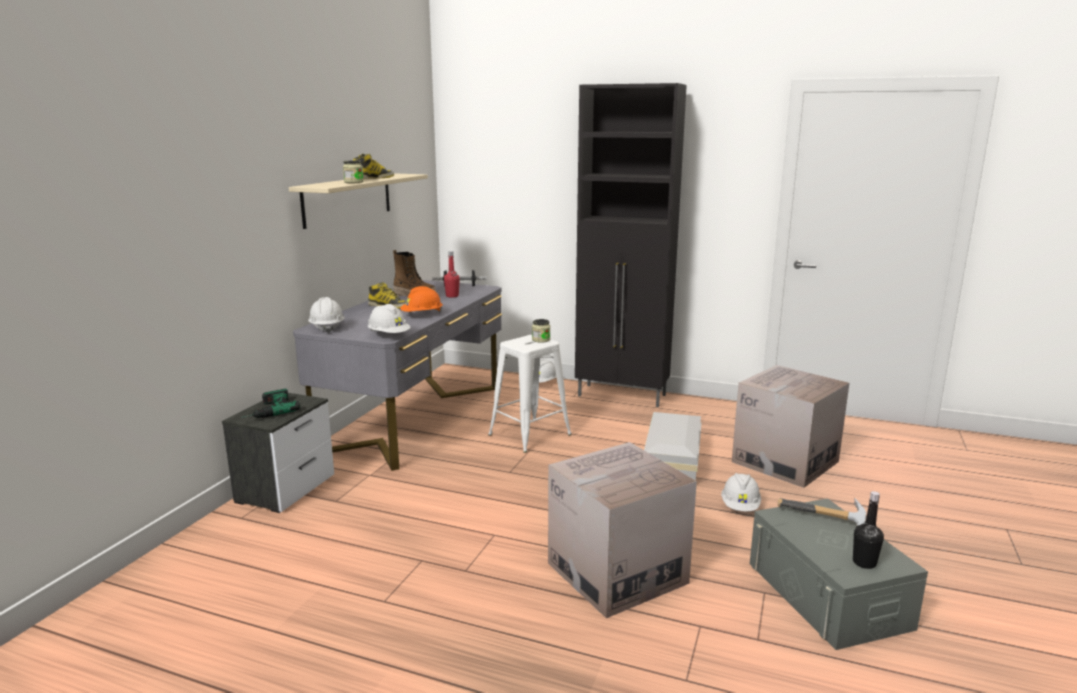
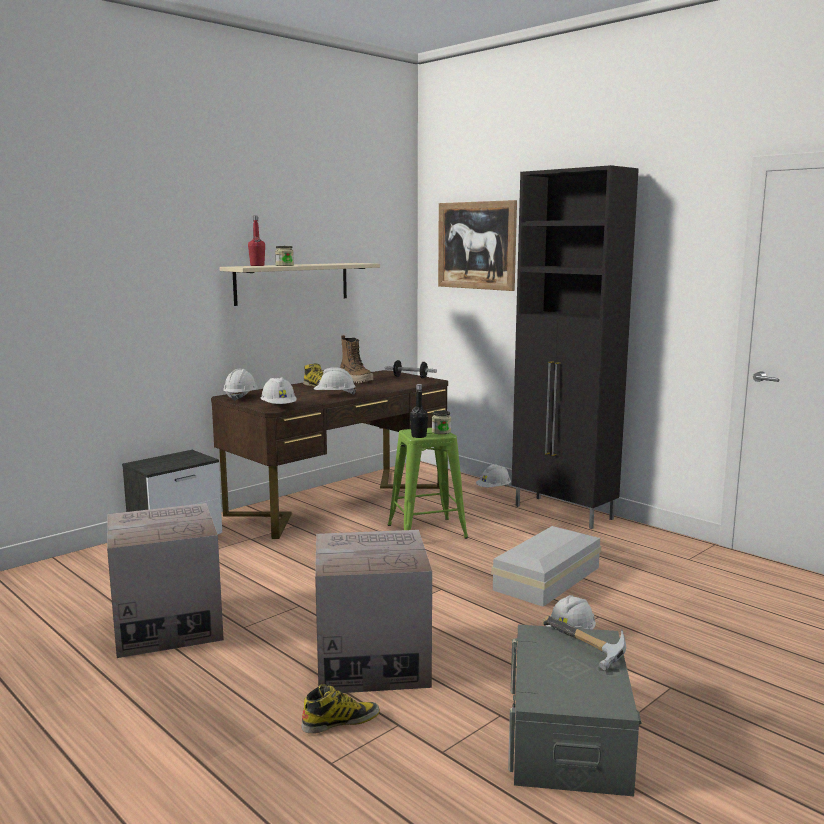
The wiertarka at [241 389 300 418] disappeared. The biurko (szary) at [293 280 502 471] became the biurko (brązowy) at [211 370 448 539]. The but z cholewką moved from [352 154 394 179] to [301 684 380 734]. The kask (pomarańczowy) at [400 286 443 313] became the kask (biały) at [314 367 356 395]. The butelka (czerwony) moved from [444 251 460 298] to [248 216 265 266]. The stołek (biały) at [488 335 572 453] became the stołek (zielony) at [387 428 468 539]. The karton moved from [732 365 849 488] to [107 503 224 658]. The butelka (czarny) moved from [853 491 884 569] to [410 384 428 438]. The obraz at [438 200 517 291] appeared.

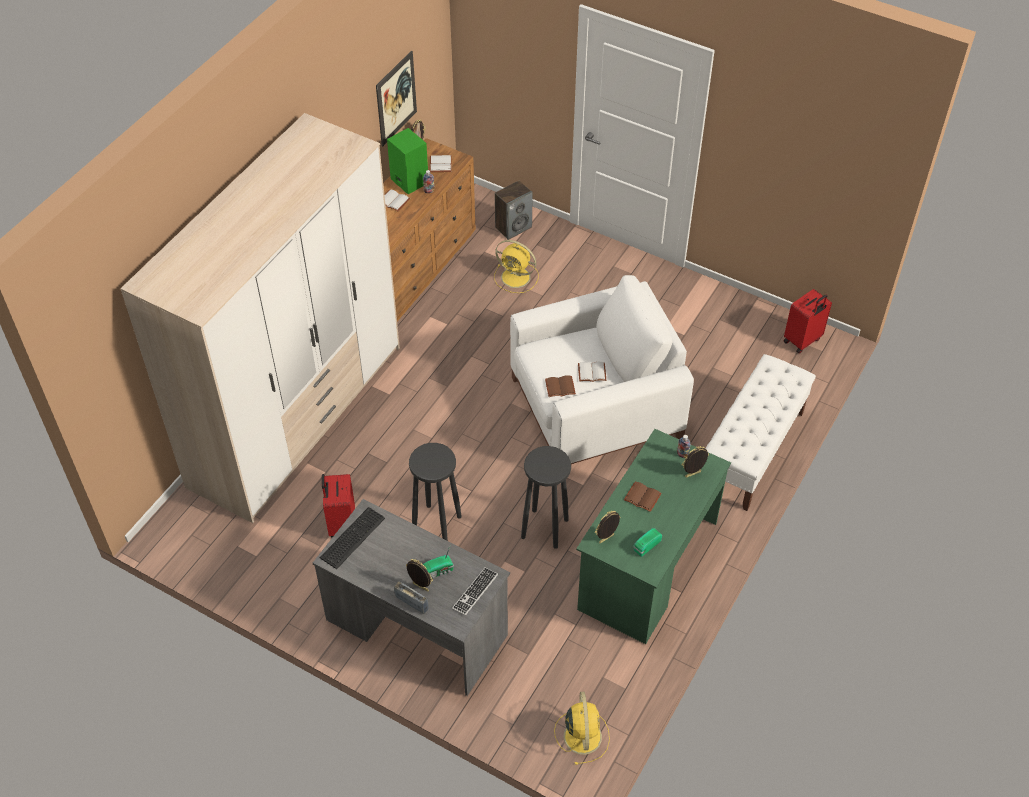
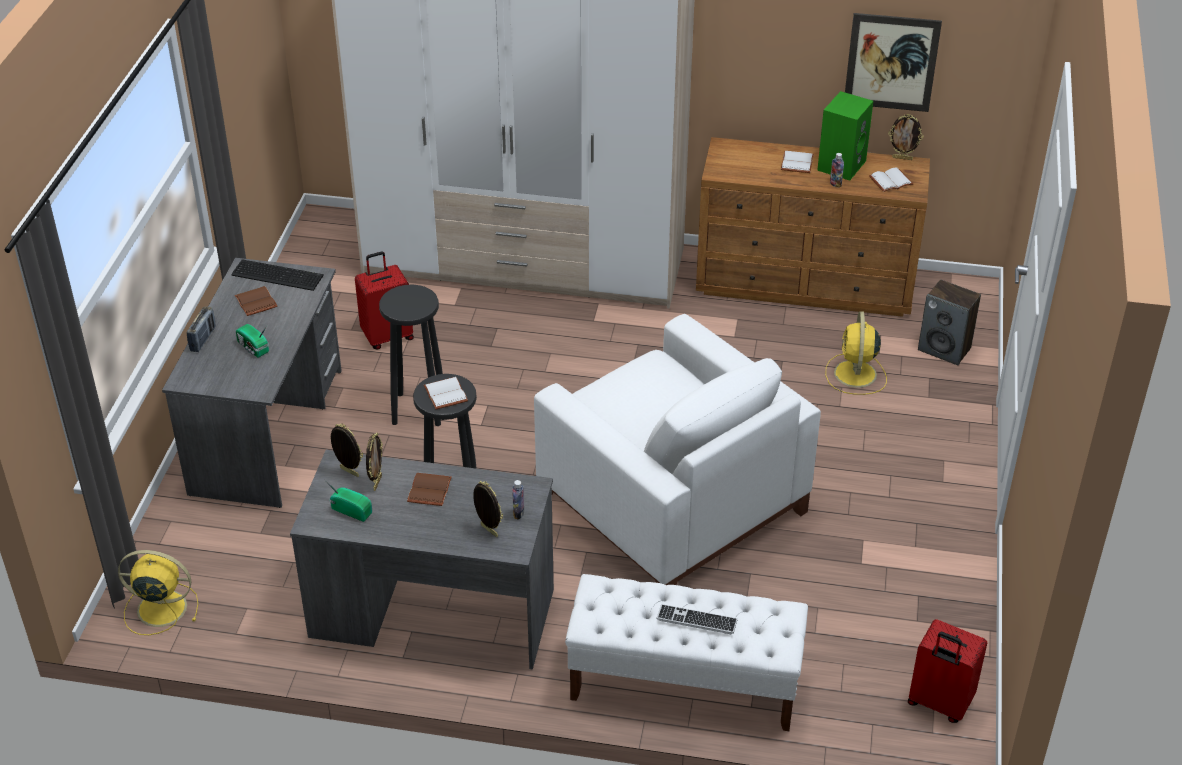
The ramka na zdjęcie moved from [406 559 433 592] to [366 432 383 491]. The klawiatura moved from [452 567 498 615] to [656 604 737 635]. The książka (brązowy) moved from [545 376 576 397] to [235 286 277 316]. The wentylator (żółty) at [554 692 610 765] turned 150 degrees counterclockwise. The biurko (zielony) at [576 429 731 644] became the biurko (szary) at [290 450 554 670]. The książka (biały) moved from [578 362 606 382] to [424 377 468 409].

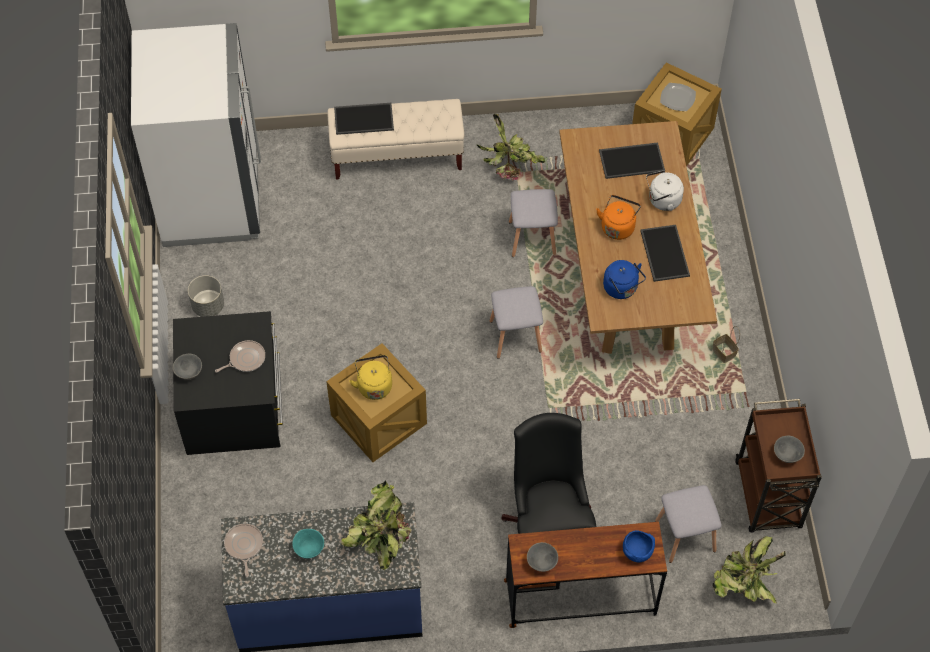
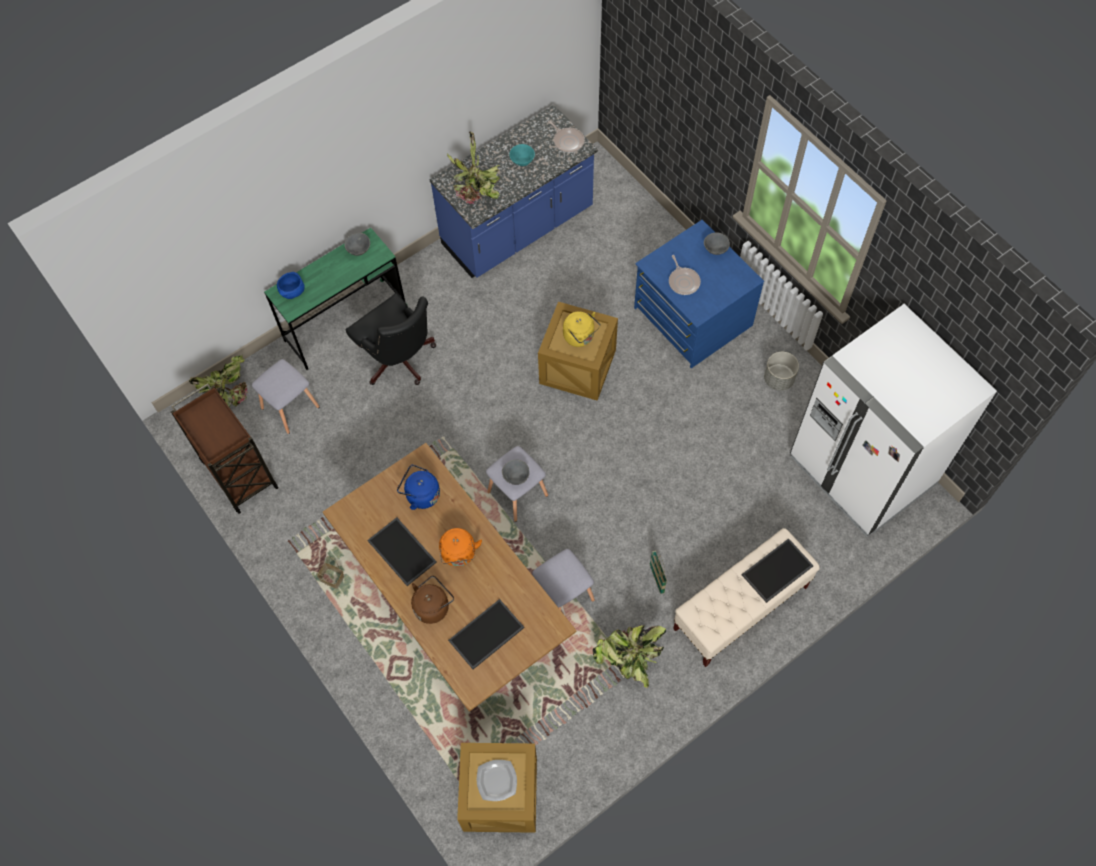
The komoda (czarny) at [173 311 283 455] became the komoda (niebieski) at [634 220 764 368]. The patelnia at [215 340 265 373] turned 45 degrees counterclockwise. The biurko (brązowy) at [504 522 667 628] became the biurko (zielony) at [264 227 406 370]. The czajnik (biały) at [646 170 684 211] became the czajnik (brązowy) at [411 576 454 624]. The miska (szary) moved from [774 436 805 463] to [502 459 530 485]. The koszyk at [650 551 667 594] appeared.

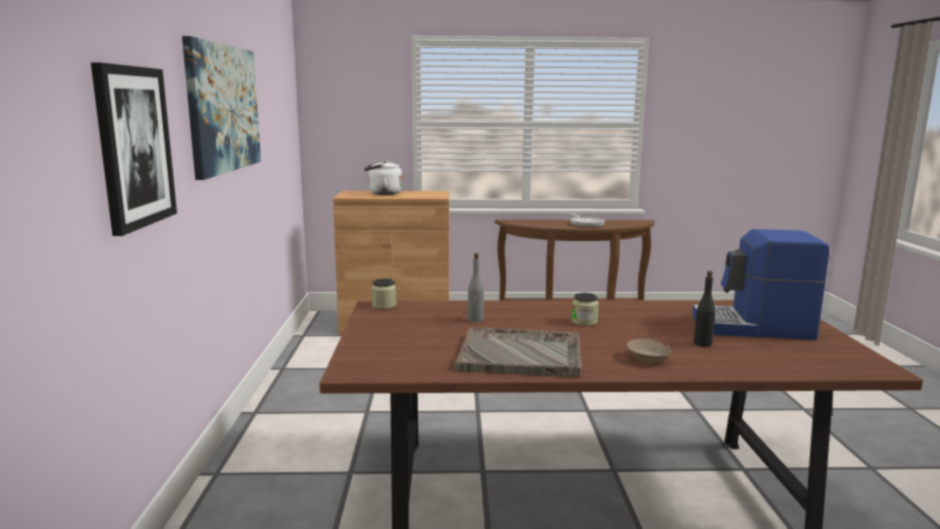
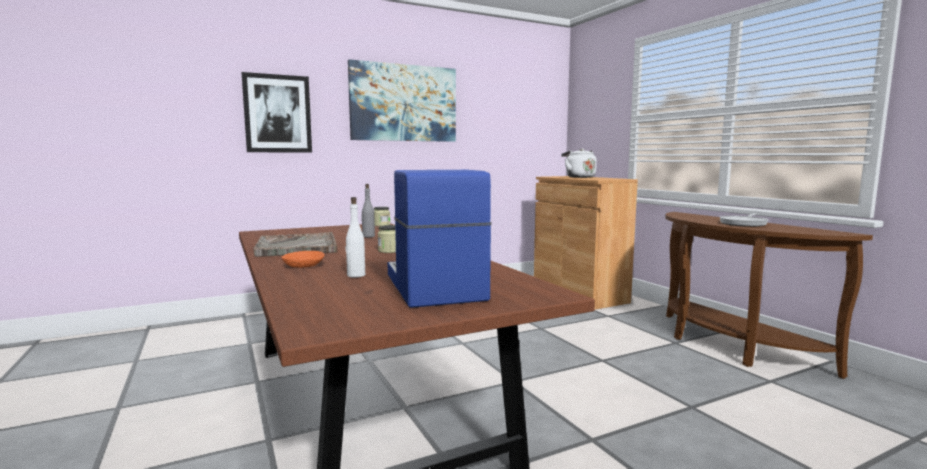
The miska (beżowy) at [627 339 671 363] became the miska (pomarańczowy) at [281 251 324 268]. The butelka (czarny) at [694 271 715 347] became the butelka (biały) at [345 197 365 277].

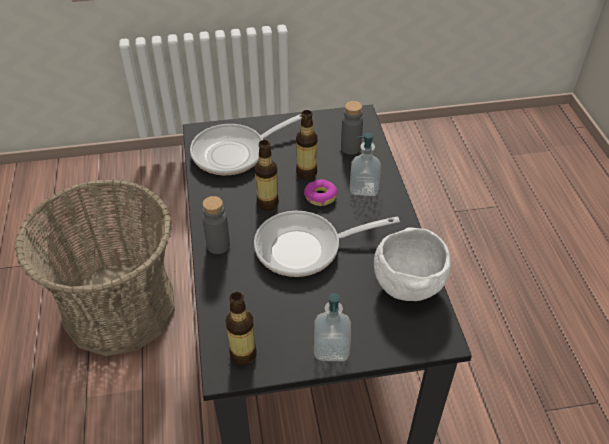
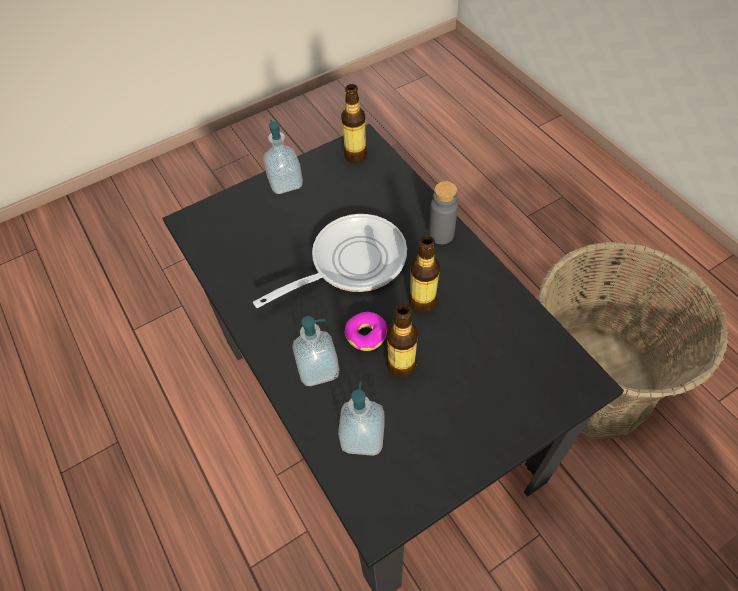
The patelnia at [190 114 302 175] disappeared. The butelka (szary) at [341 101 363 155] was replaced by the dozownik mydła at [338 381 385 456]. The miska (biały) at [374 227 451 301] disappeared.

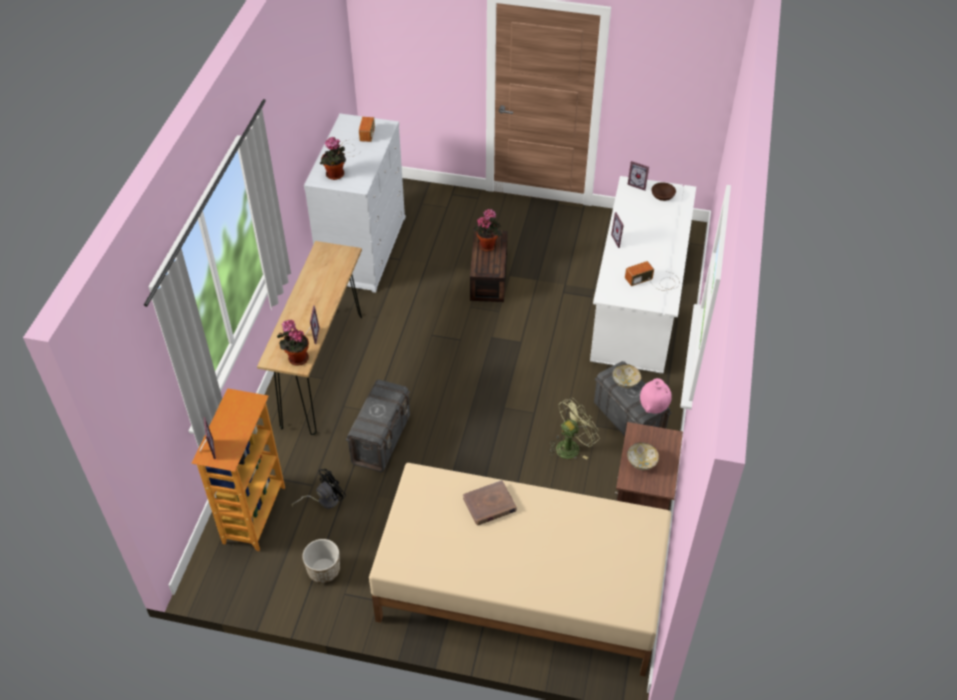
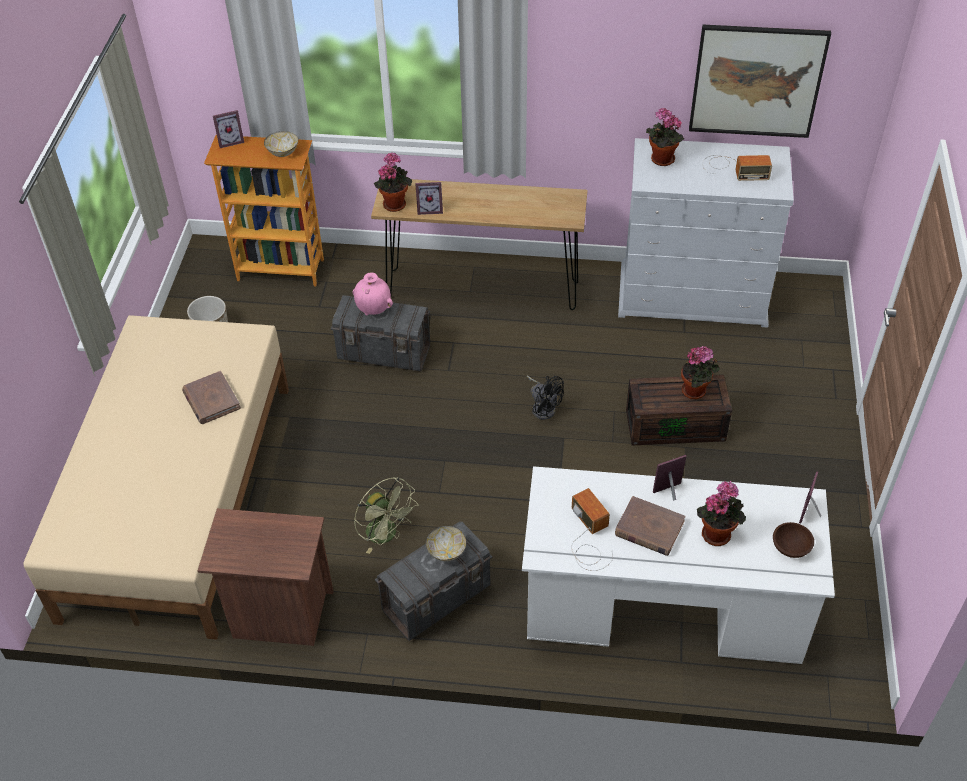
The wentylator (czarny) moved from [292 469 346 509] to [527 375 564 420]. The miska moved from [627 442 659 470] to [264 131 298 157]. The wazon (różowy) moved from [640 378 672 414] to [353 273 393 315]. The książka (brązowy) at [615 496 685 556] appeared. The obraz at [689 25 831 138] appeared. The roślina doniczkowa at [697 481 746 546] appeared.

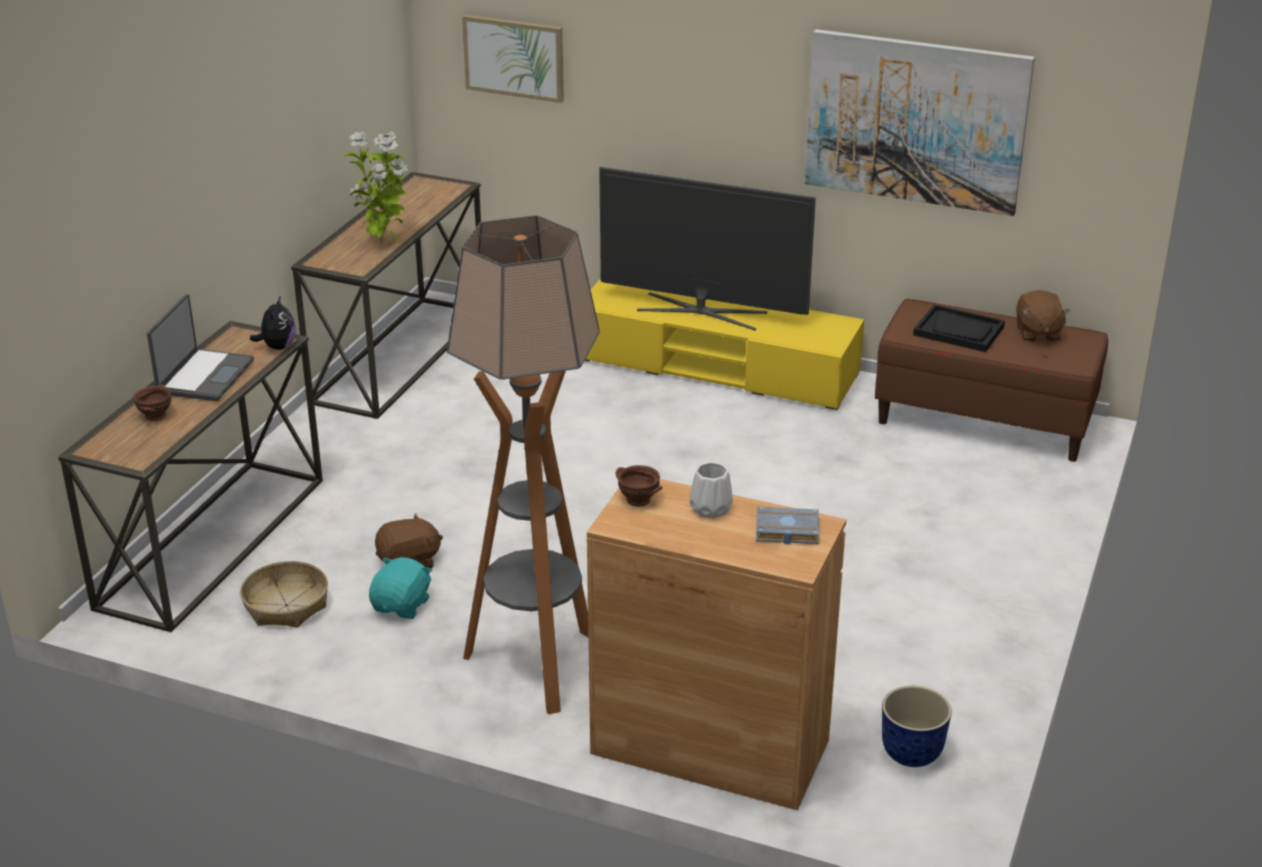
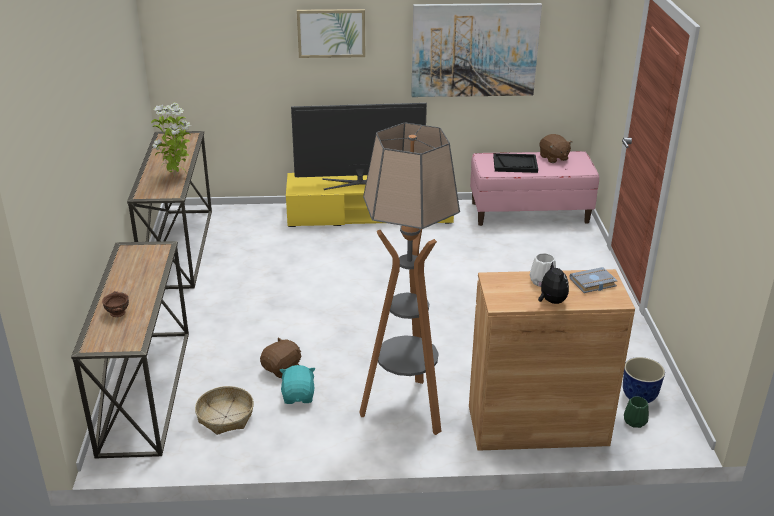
The laptop at [147 294 254 401] disappeared. The pluszak moved from [250 295 296 350] to [538 262 569 304]. The obraz moved from [462 15 564 103] to [297 9 365 58]. The miska (brązowy) at [615 465 663 507] disappeared. The ławka (brązowy) at [875 299 1108 462] became the ławka (różowy) at [470 151 599 226]. The wazon (zielony) at [624 397 649 428] appeared.

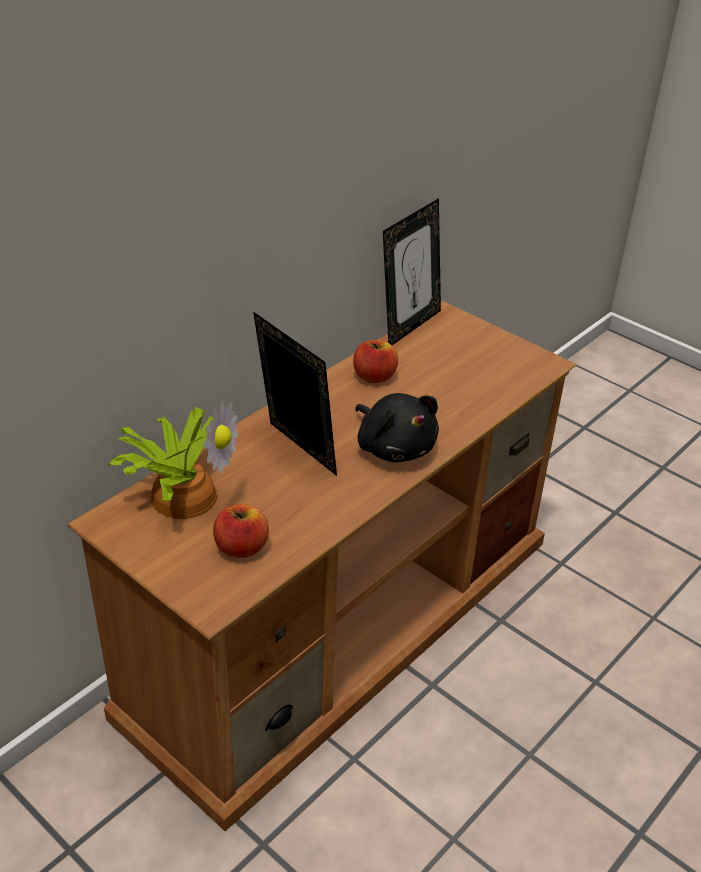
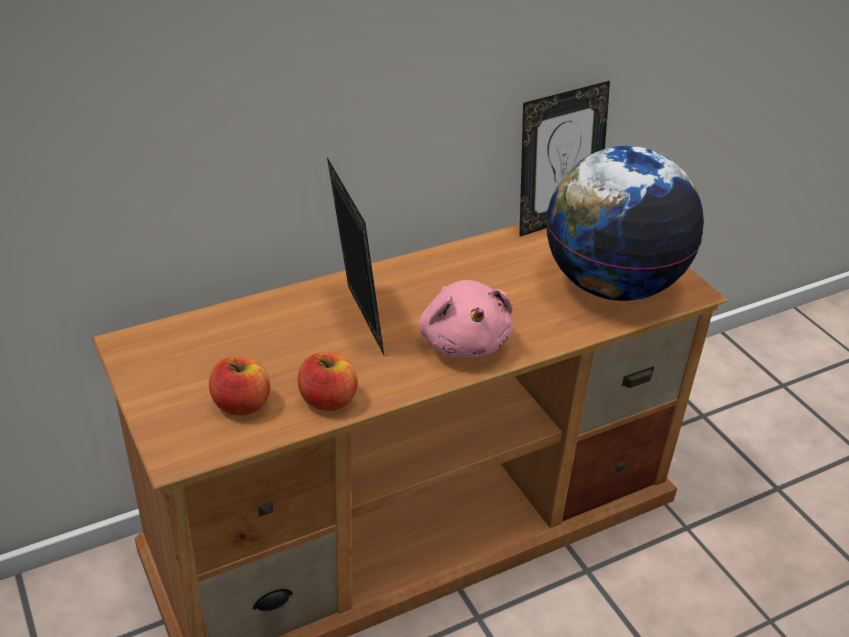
The roślina doniczkowa at [108 401 238 519] disappeared. The jabłko moved from [353 340 398 383] to [298 353 358 411]. The pluszak (czarny) at [355 393 439 462] became the pluszak (różowy) at [419 280 513 358]. The globus at [546 146 704 301] appeared.

